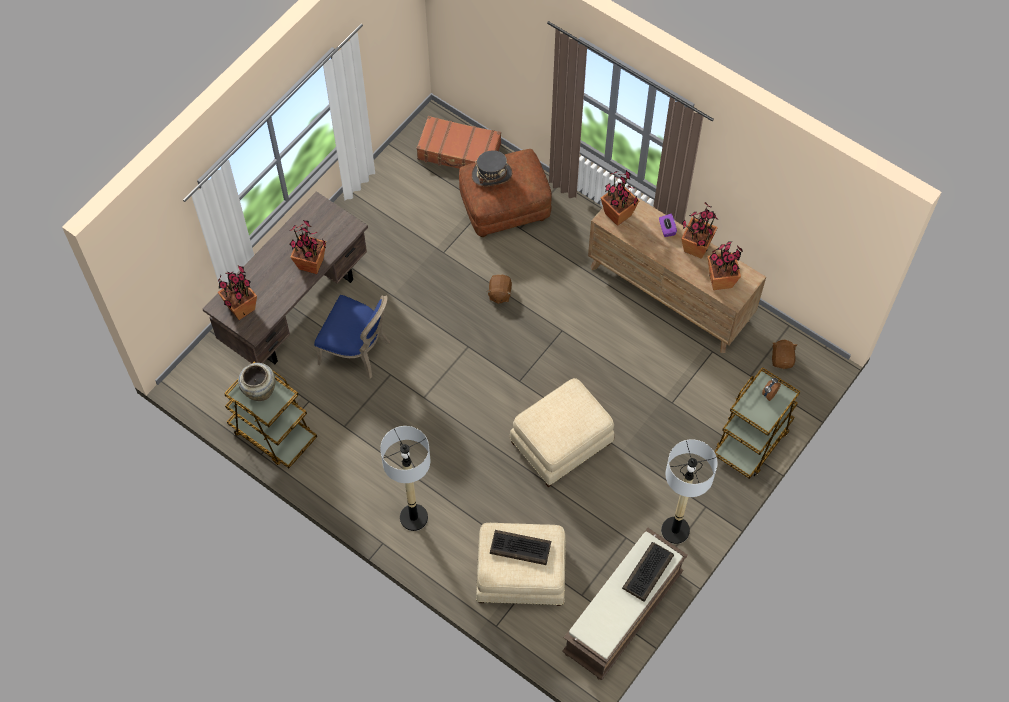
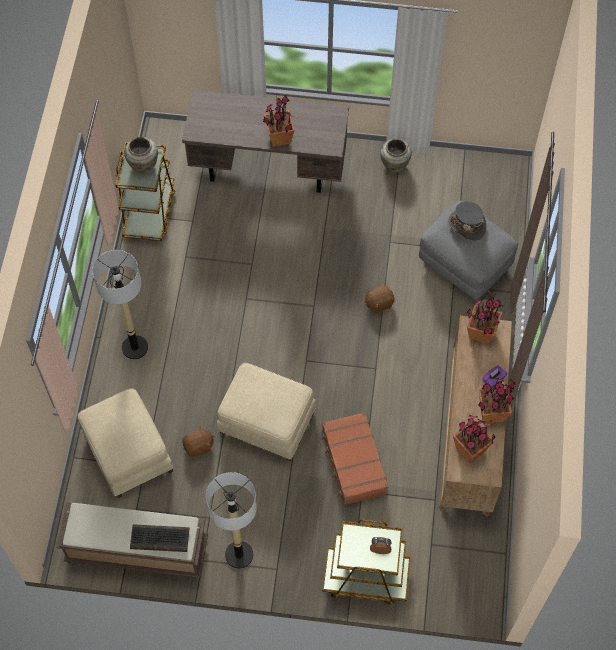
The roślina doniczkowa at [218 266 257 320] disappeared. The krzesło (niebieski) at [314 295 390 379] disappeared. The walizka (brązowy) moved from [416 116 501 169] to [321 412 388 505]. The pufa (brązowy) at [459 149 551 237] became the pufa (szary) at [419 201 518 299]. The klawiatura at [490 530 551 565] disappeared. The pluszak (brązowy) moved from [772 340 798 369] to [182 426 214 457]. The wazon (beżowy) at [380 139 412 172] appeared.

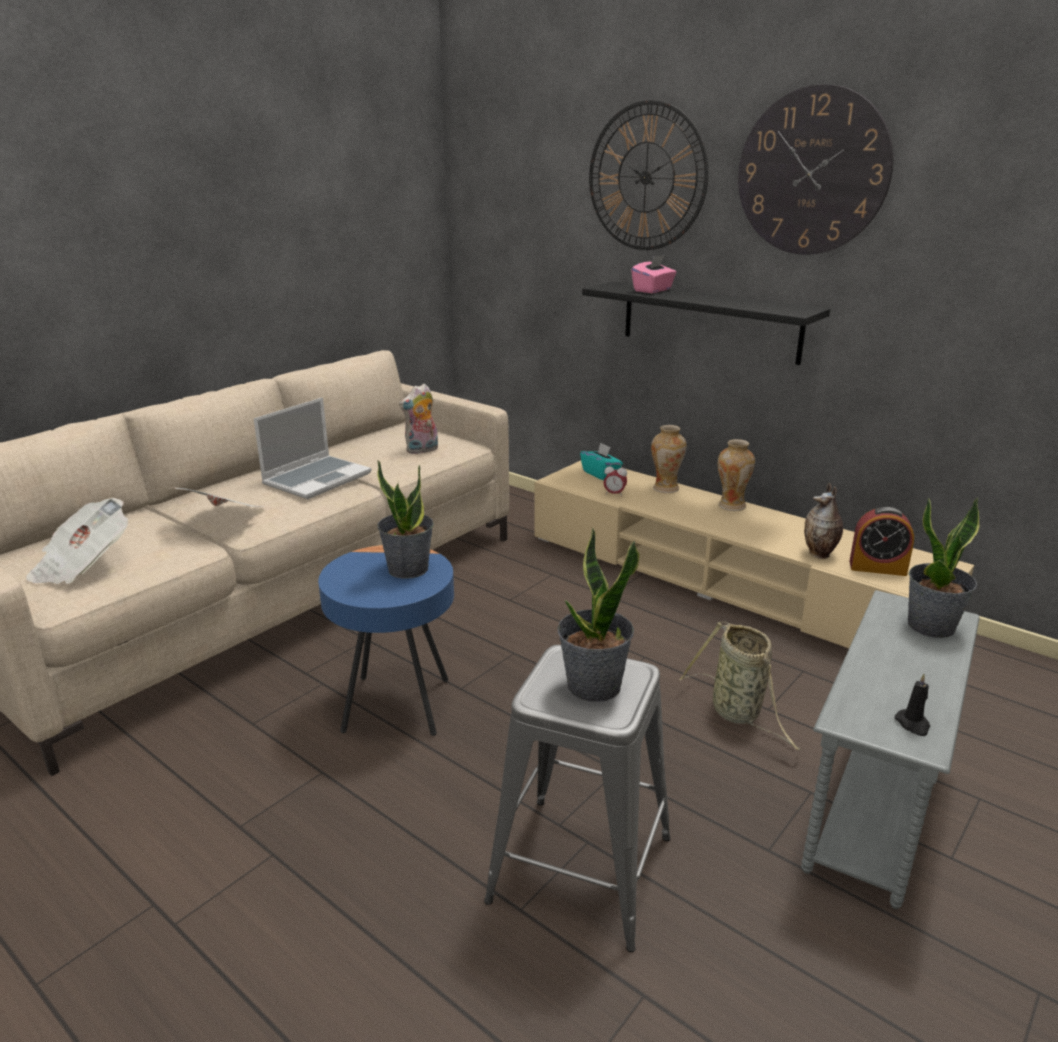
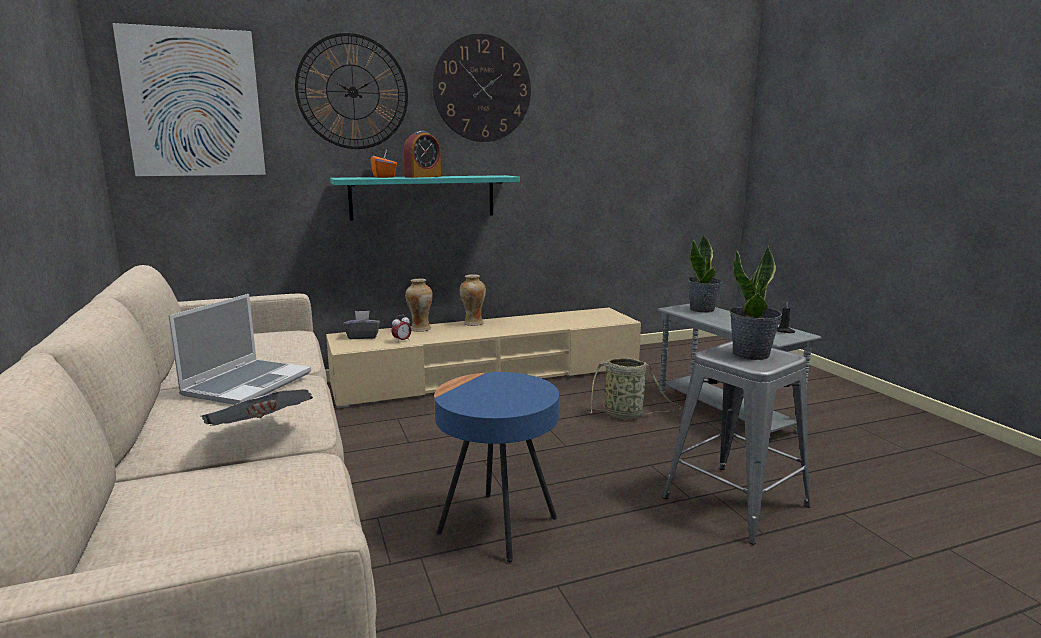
The gazeta at [26 498 128 584] disappeared. The laptop at [253 397 372 499] turned 45 degrees clockwise. The roślina doniczkowa at [377 460 434 579] disappeared. The pluszak at [399 384 438 454] disappeared. The pudełko chusteczek (turkusowy) at [580 442 623 480] became the pudełko chusteczek (szary) at [343 311 380 339]. The półka (czarny) at [582 282 830 365] became the półka (turkusowy) at [330 175 520 221]. The pudełko chusteczek (różowy) at [631 255 676 293] became the pudełko chusteczek (pomarańczowy) at [371 150 397 178]. The wazon at [804 483 843 559] disappeared. The budzik moved from [849 507 914 576] to [404 131 441 178]. The obraz at [112 23 266 176] appeared.

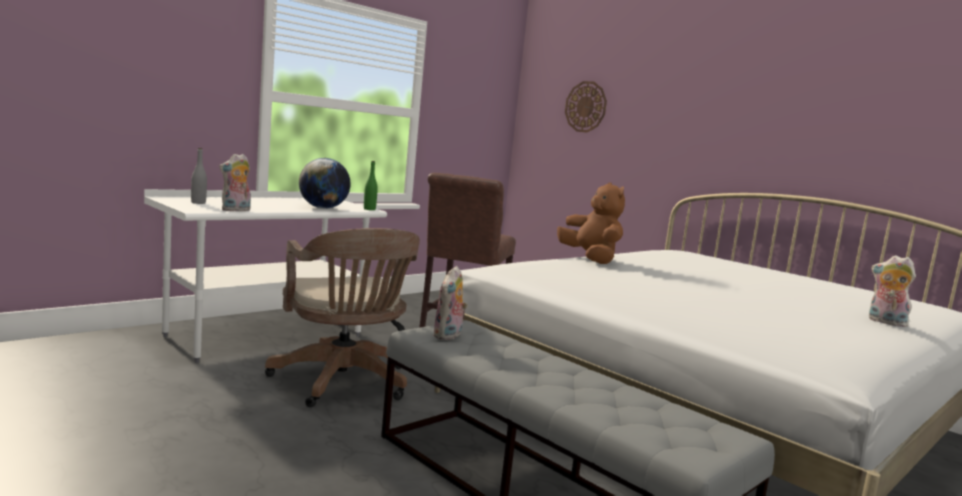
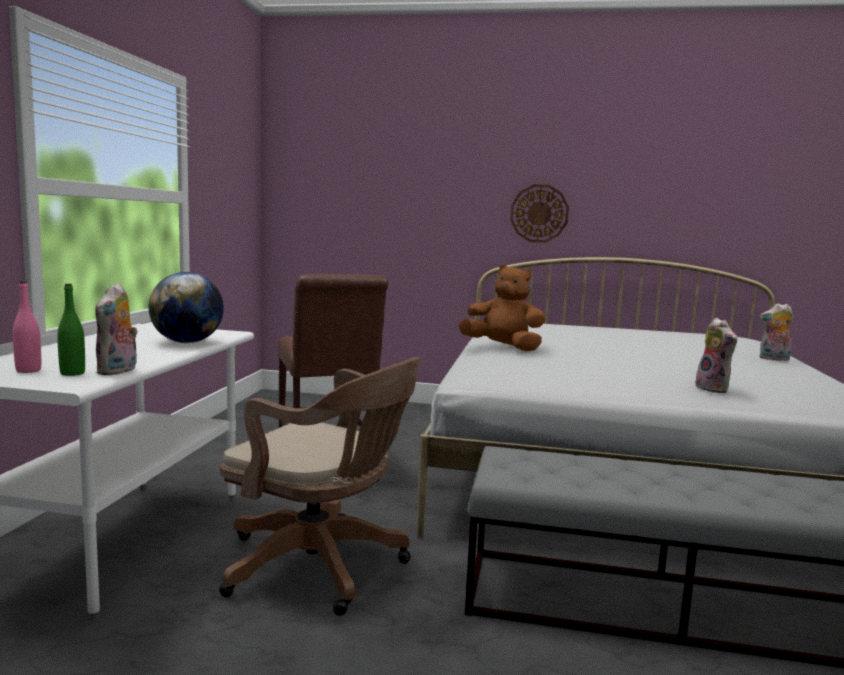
The butelka (szary) at [191 148 207 204] became the butelka (różowy) at [13 281 41 373]. The butelka (zielony) moved from [364 161 378 210] to [57 284 85 376]. The pluszak moved from [433 266 468 340] to [695 318 737 393]. The zegar ścienny moved from [565 81 607 133] to [510 184 569 243].

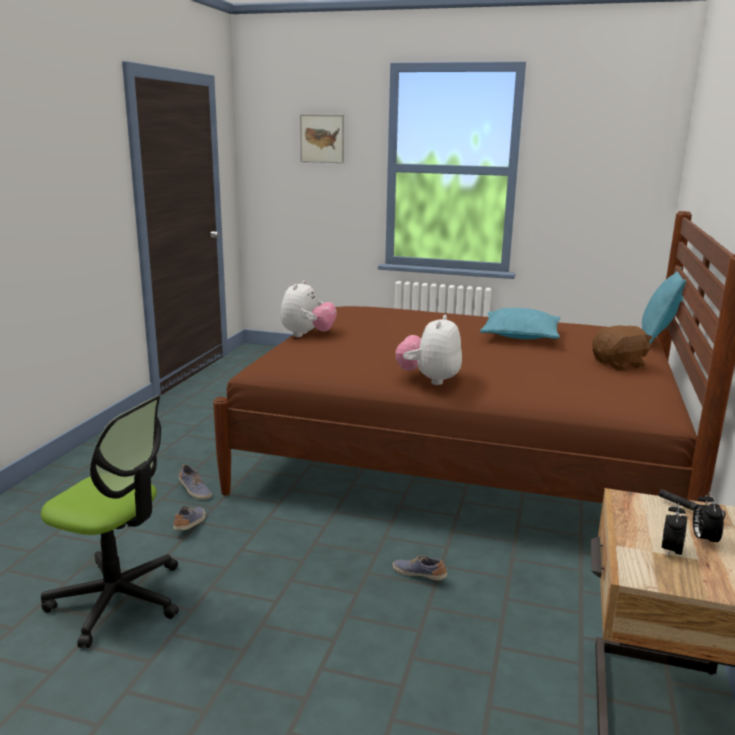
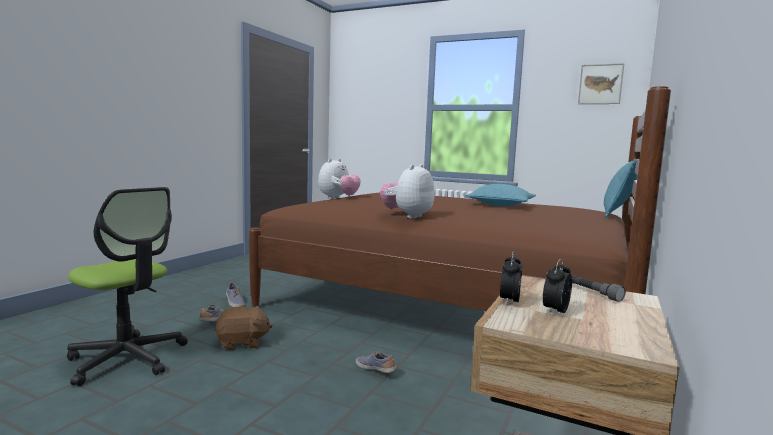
The obraz moved from [300 114 344 163] to [578 63 624 104]. The pluszak (brązowy) moved from [592 325 652 371] to [215 306 273 350]. The budzik moved from [693 492 724 546] to [500 251 522 304].

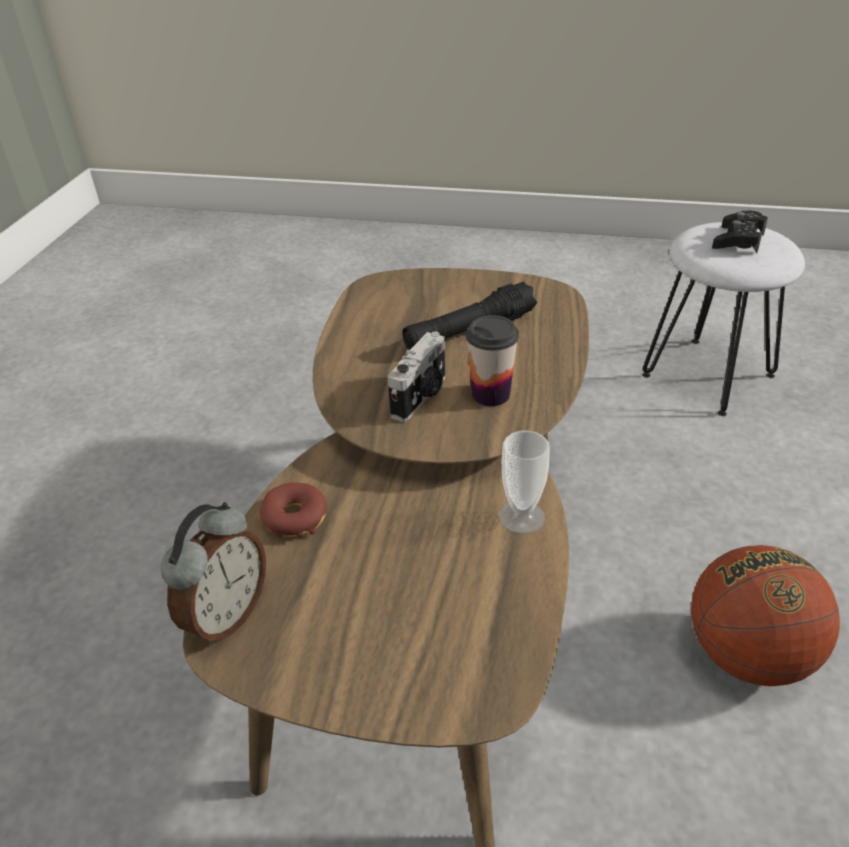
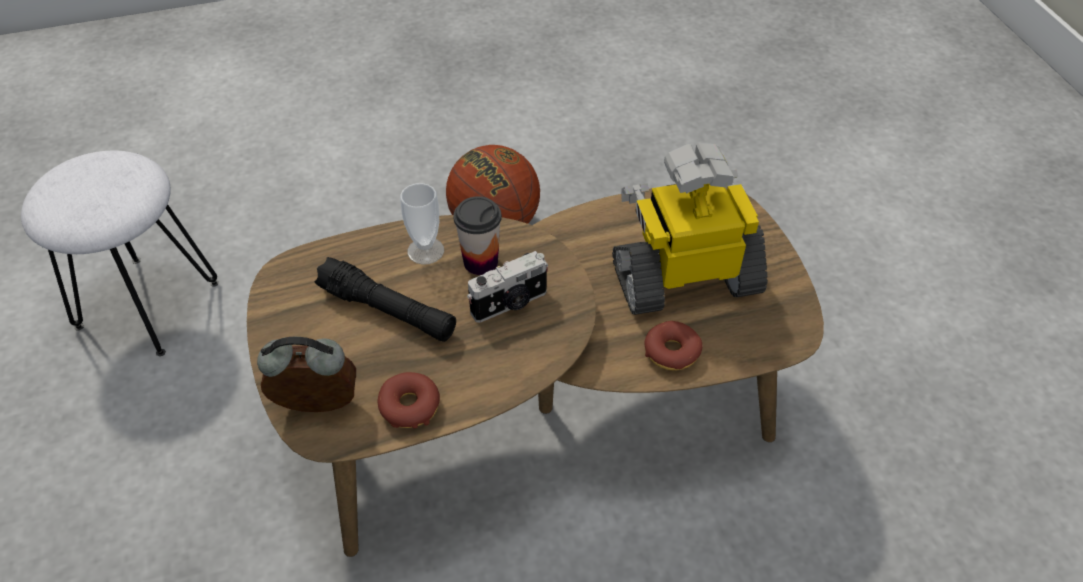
The budzik moved from [160 502 266 645] to [257 337 356 412]. The aparat fotograficzny at [388 331 445 422] turned 150 degrees clockwise. The filiżanka moved from [499 431 550 534] to [400 183 444 265]. The pad do gier (czarny) at [712 211 768 253] disappeared. The donut at [378 372 440 429] appeared. The robot zabawkowy at [612 143 768 315] appeared.

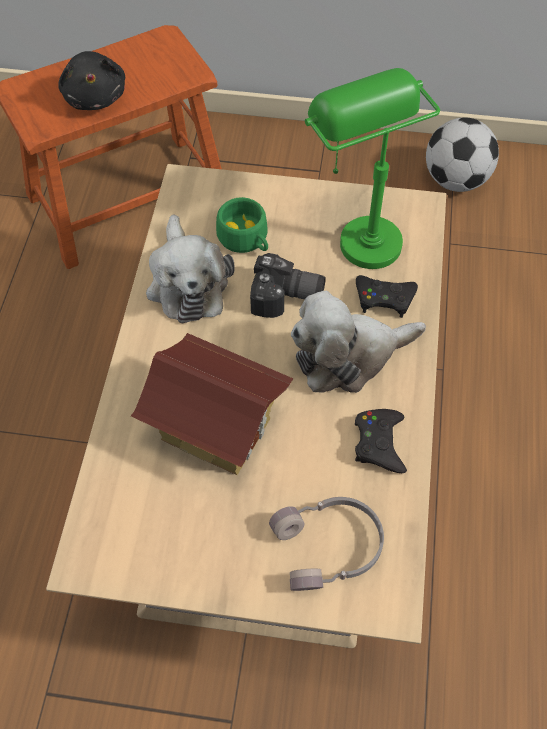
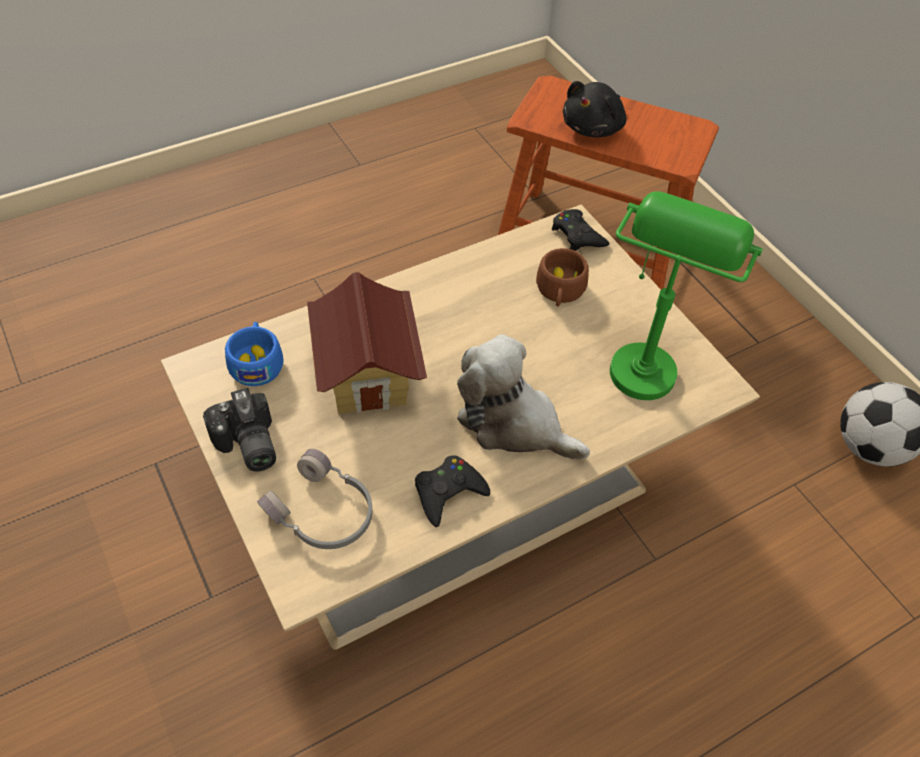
The pluszak at [146 215 235 323] disappeared. The filiżanka (zielony) at [216 197 268 253] became the filiżanka (brązowy) at [536 248 589 307]. The aparat fotograficzny moved from [250 253 326 318] to [203 388 276 472]. The pad do gier (czarny) moved from [356 275 418 318] to [552 209 609 251]. The filiżanka (niebieski) at [225 322 284 386] appeared.

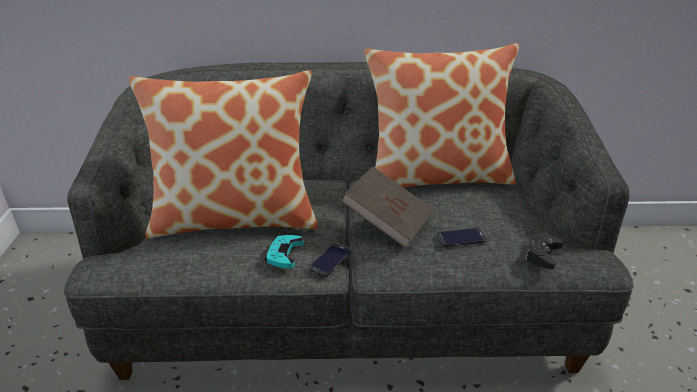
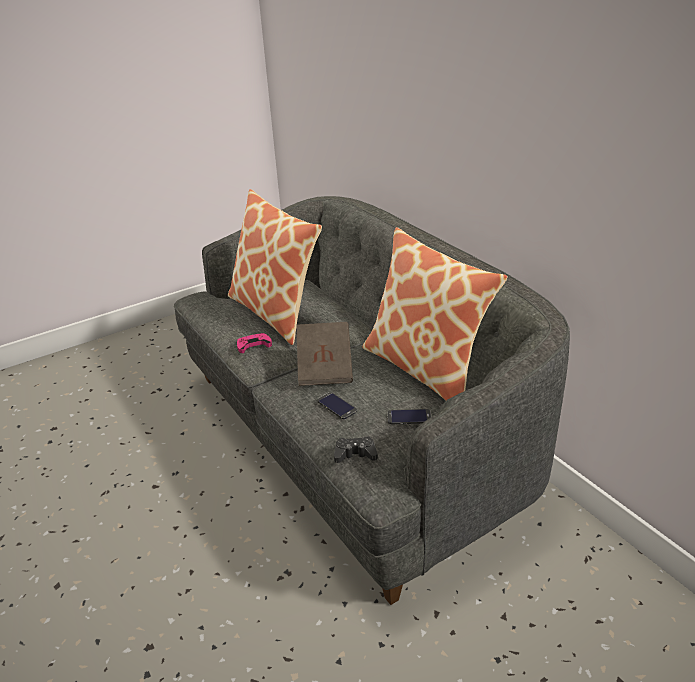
The pad do gier (turkusowy) at [265 235 304 269] became the pad do gier (różowy) at [237 333 272 353]. The telefon moved from [309 243 352 277] to [388 409 432 424].

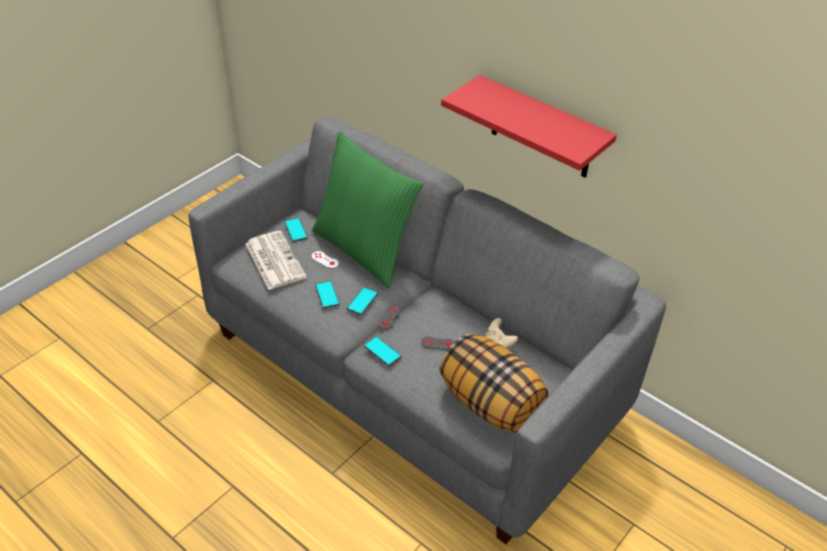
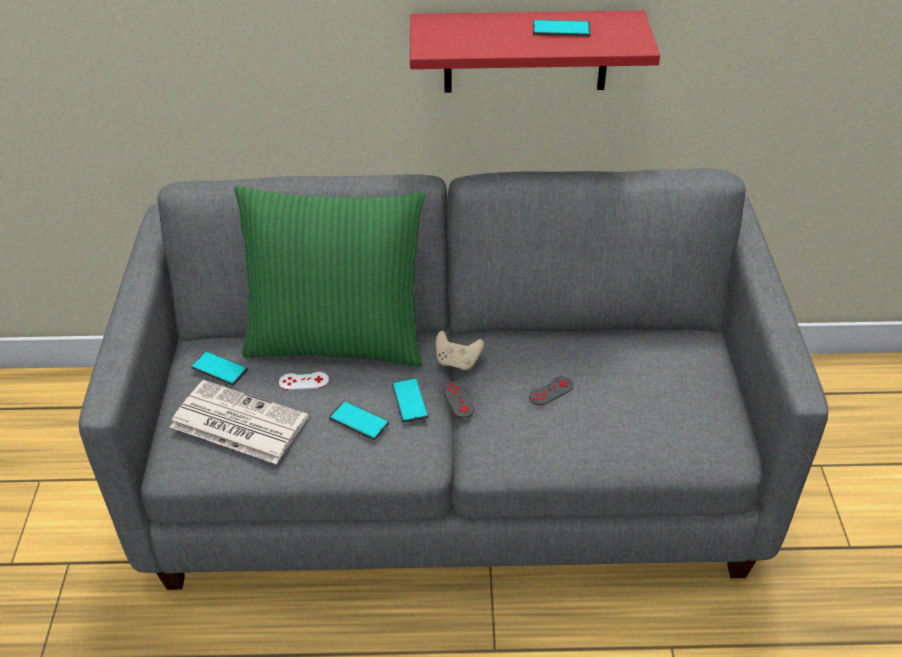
The telefon moved from [364 336 402 366] to [533 20 591 37]. The poduszka at [439 333 548 433] disappeared. The pad do gier (beżowy) moved from [486 318 518 348] to [436 331 484 370].

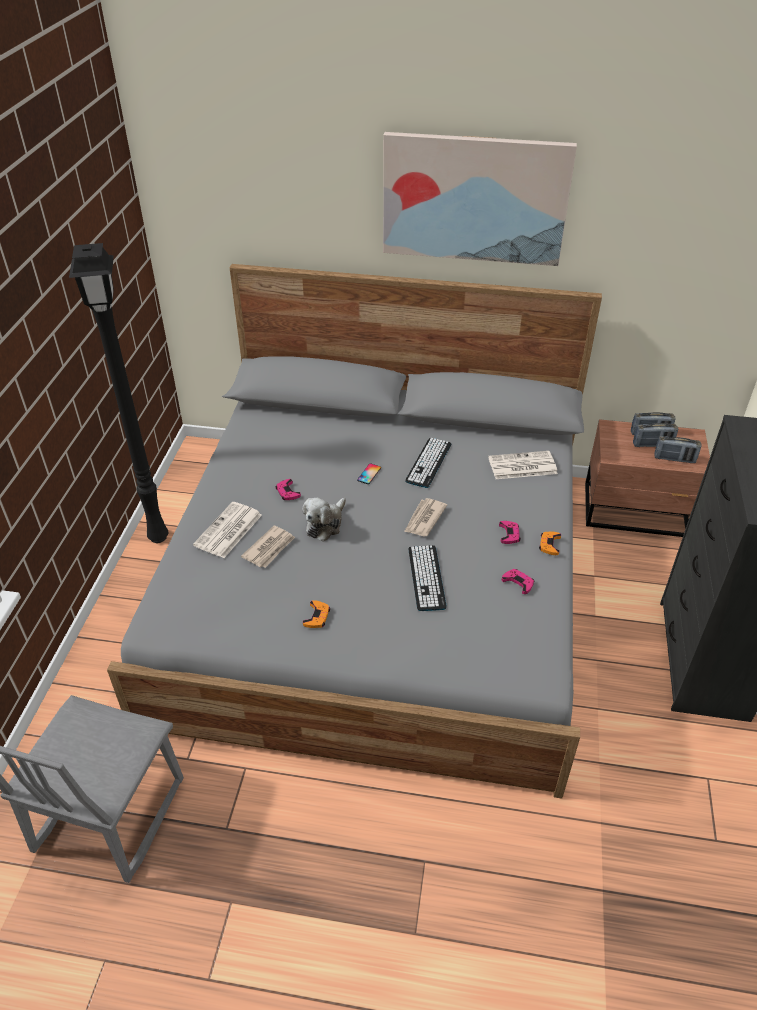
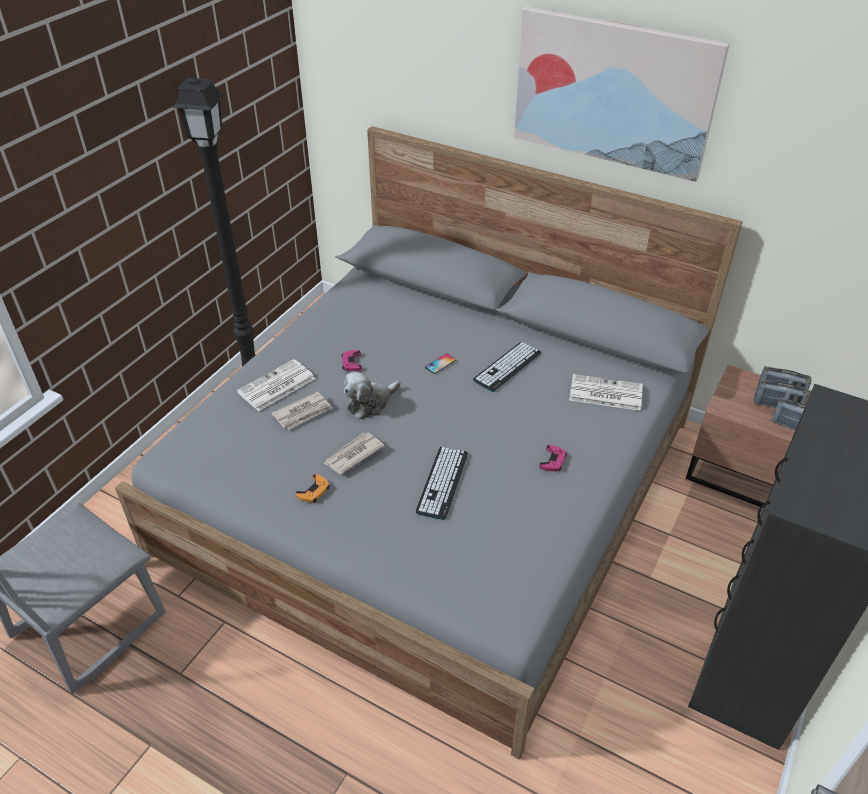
The gazeta moved from [404 498 447 536] to [324 433 385 474]. The pad do gier (różowy) at [502 569 534 594] disappeared. The pad do gier (pomarańczowy) at [539 532 561 555] disappeared.

